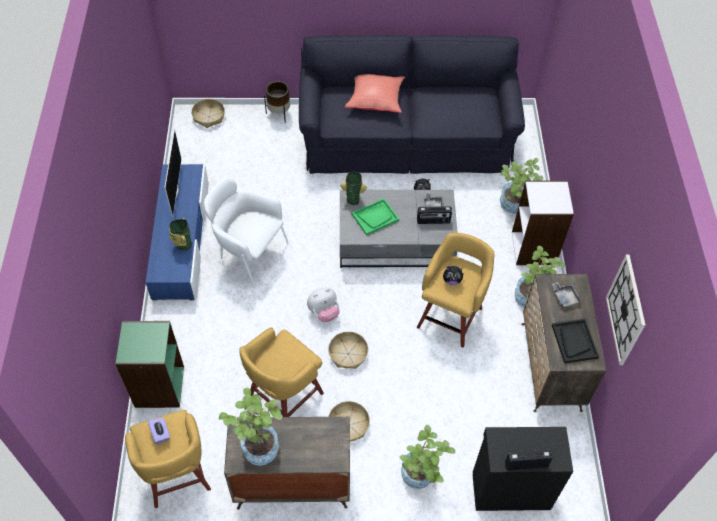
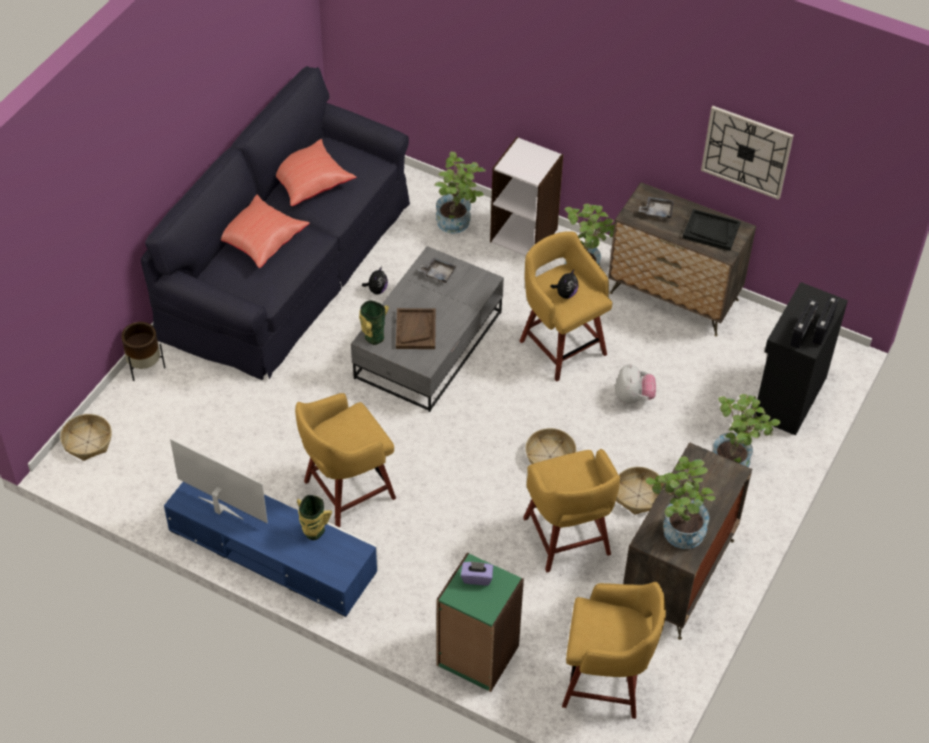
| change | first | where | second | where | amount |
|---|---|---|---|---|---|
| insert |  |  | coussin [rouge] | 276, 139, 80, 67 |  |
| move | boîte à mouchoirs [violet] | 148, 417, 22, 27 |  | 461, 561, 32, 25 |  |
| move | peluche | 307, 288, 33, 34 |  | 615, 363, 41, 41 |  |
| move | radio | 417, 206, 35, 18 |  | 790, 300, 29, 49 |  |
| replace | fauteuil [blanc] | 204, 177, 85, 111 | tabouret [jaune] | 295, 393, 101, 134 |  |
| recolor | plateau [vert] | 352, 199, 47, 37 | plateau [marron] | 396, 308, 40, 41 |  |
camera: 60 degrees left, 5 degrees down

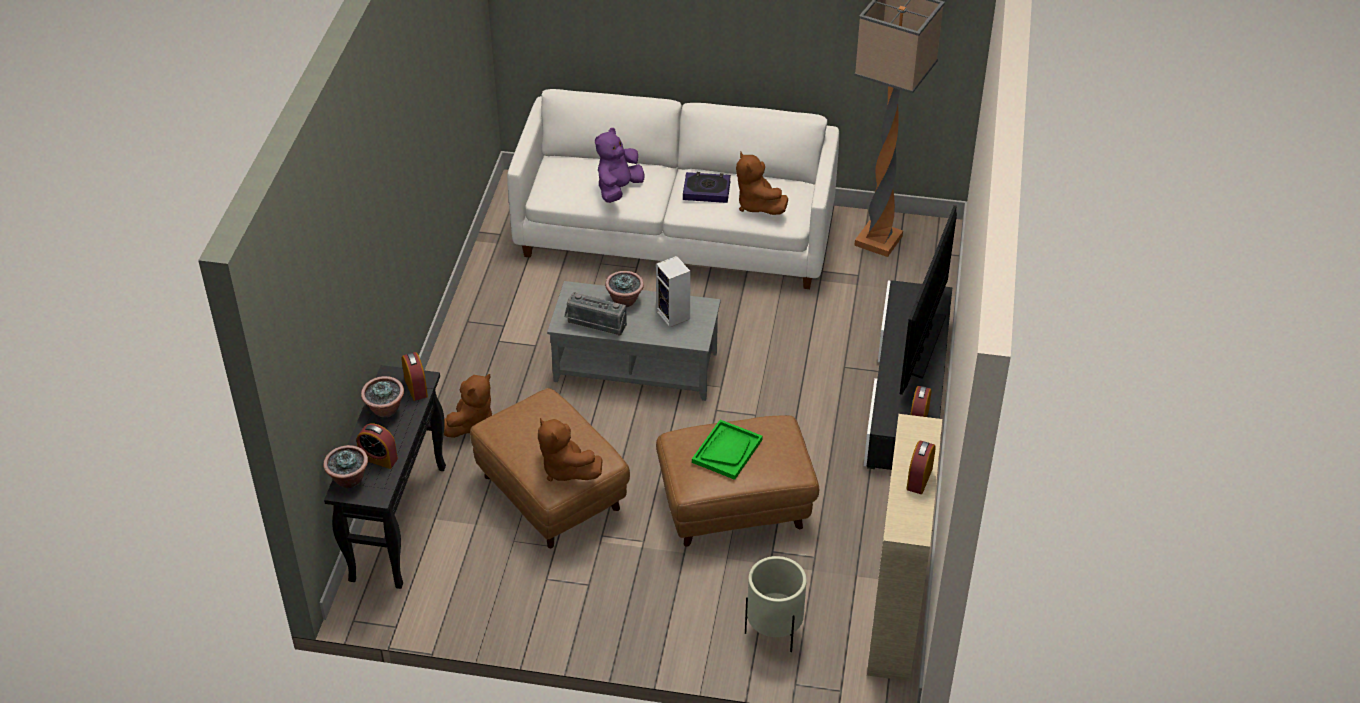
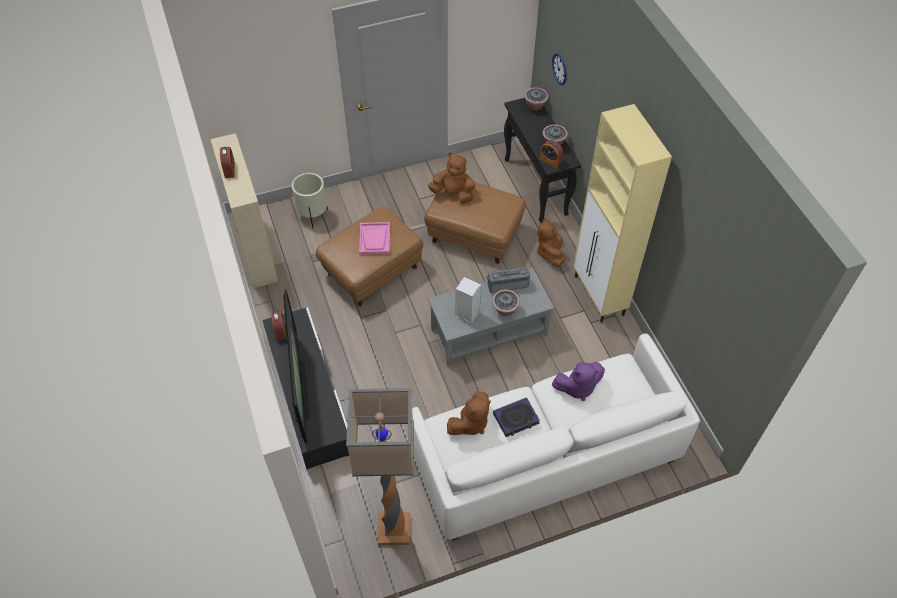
| change | first | where | second | where | amount |
|---|---|---|---|---|---|
| delete | réveil | 357, 423, 41, 46 |  |  |  |
| insert |  |  | horloge murale | 552, 53, 15, 32 |  |
| insert |  |  | meuble de rangement [beige] | 573, 104, 99, 219 |  |
| recolor | plateau [vert] | 692, 420, 71, 60 | plateau [rose] | 359, 222, 31, 32 |  |
| rotate | peluche [violet] | 595, 128, 50, 75 |  | 552, 362, 53, 39 | 75 degrees clockwise |
| rotate | peluche [marron] | 736, 152, 52, 63 |  | 447, 391, 44, 44 | 105 degrees clockwise |
camera: 150 degrees right, 10 degrees up

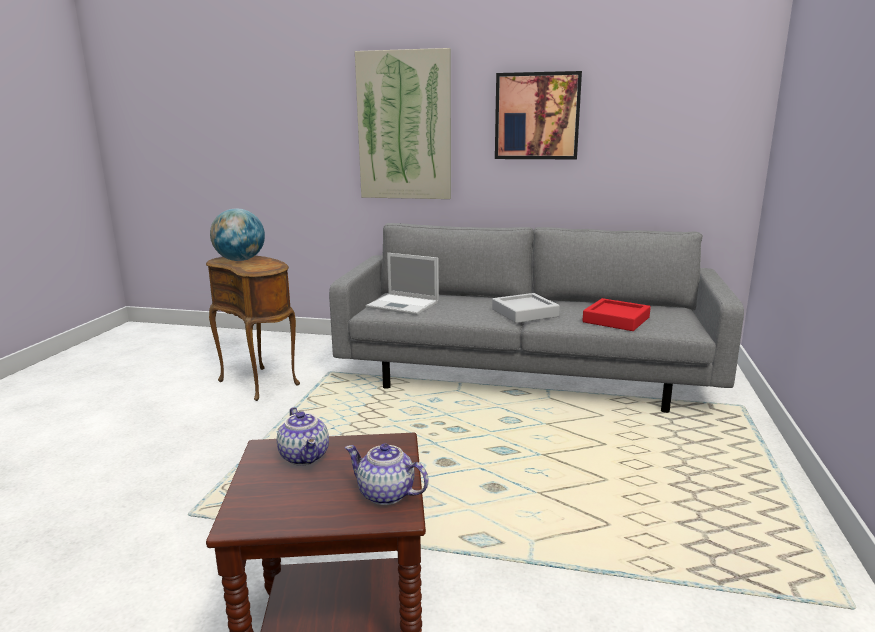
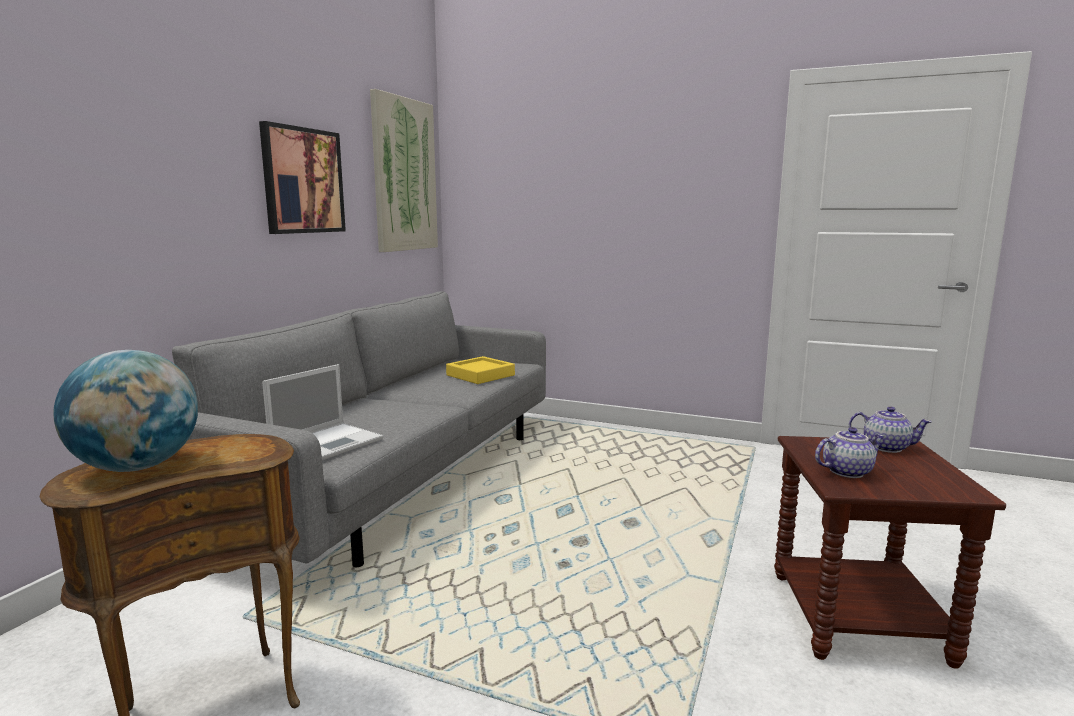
| change | first | where | second | where | amount |
|---|---|---|---|---|---|
| delete | plateau [gris] | 492, 293, 68, 30 |  |  |  |
| move | tableau | 355, 48, 96, 151 |  | 370, 89, 68, 163 |  |
| recolor | plateau [rouge] | 582, 298, 69, 33 | plateau [jaune] | 446, 356, 69, 28 |  |
| rotate | théière | 345, 443, 84, 62 |  | 849, 407, 83, 46 | 105 degrees counterclockwise |
camera: 80 degrees left, 5 degrees down

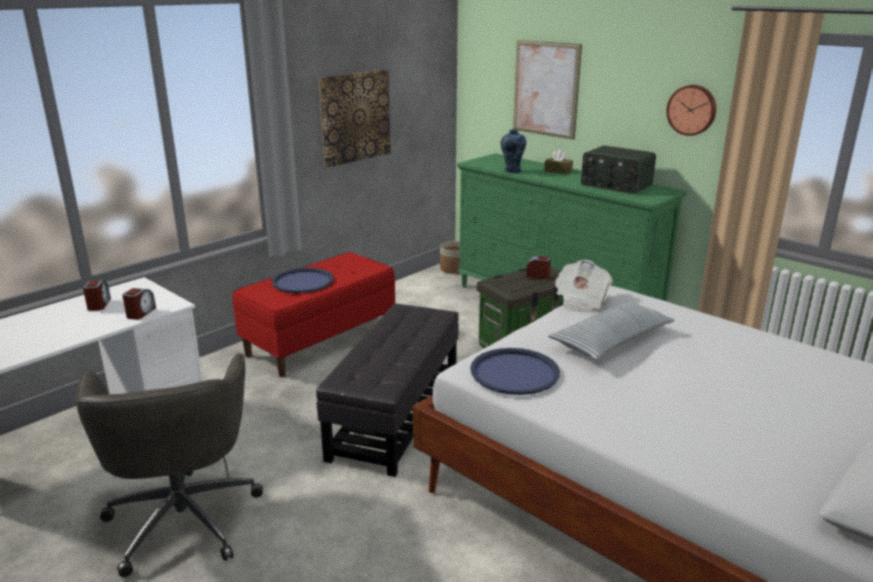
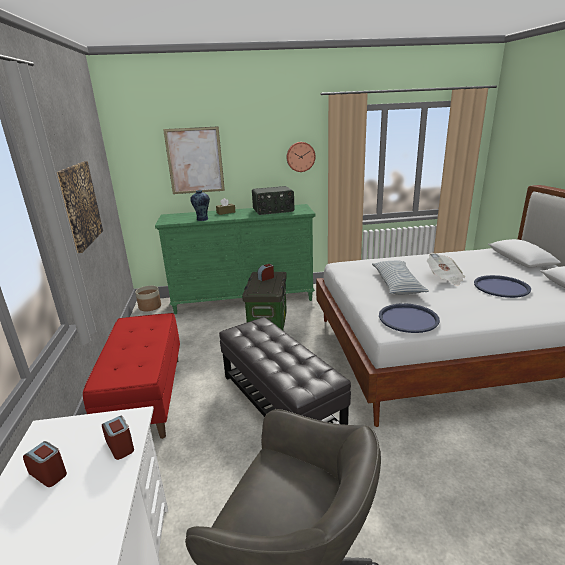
| change | first | where | second | where | amount |
|---|---|---|---|---|---|
| move | plateau [bleu] | 272, 268, 62, 25 |  | 474, 275, 57, 23 |  |
| move | journal | 555, 260, 57, 52 |  | 427, 253, 38, 33 |  |
camera: 50 degrees left, 0 degrees up

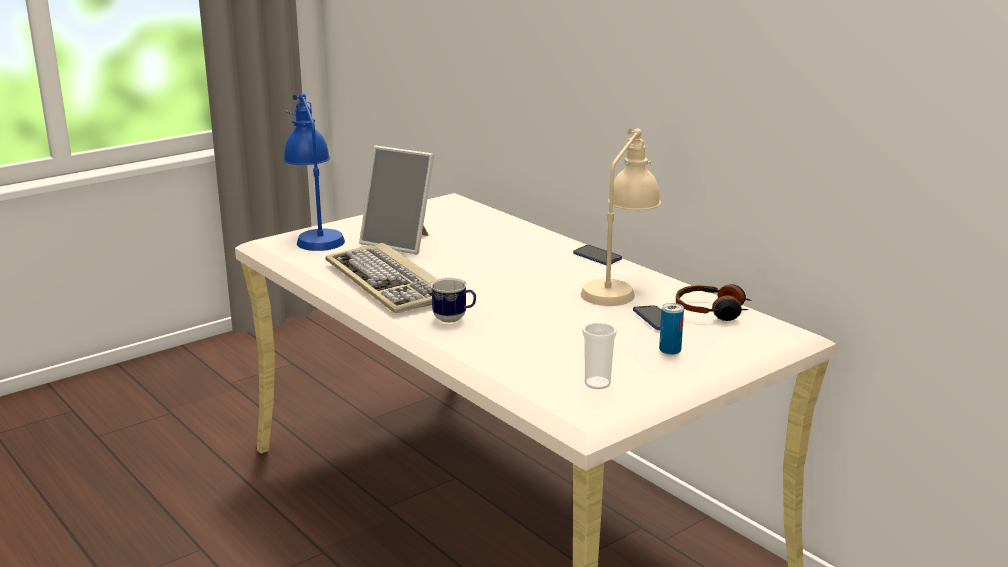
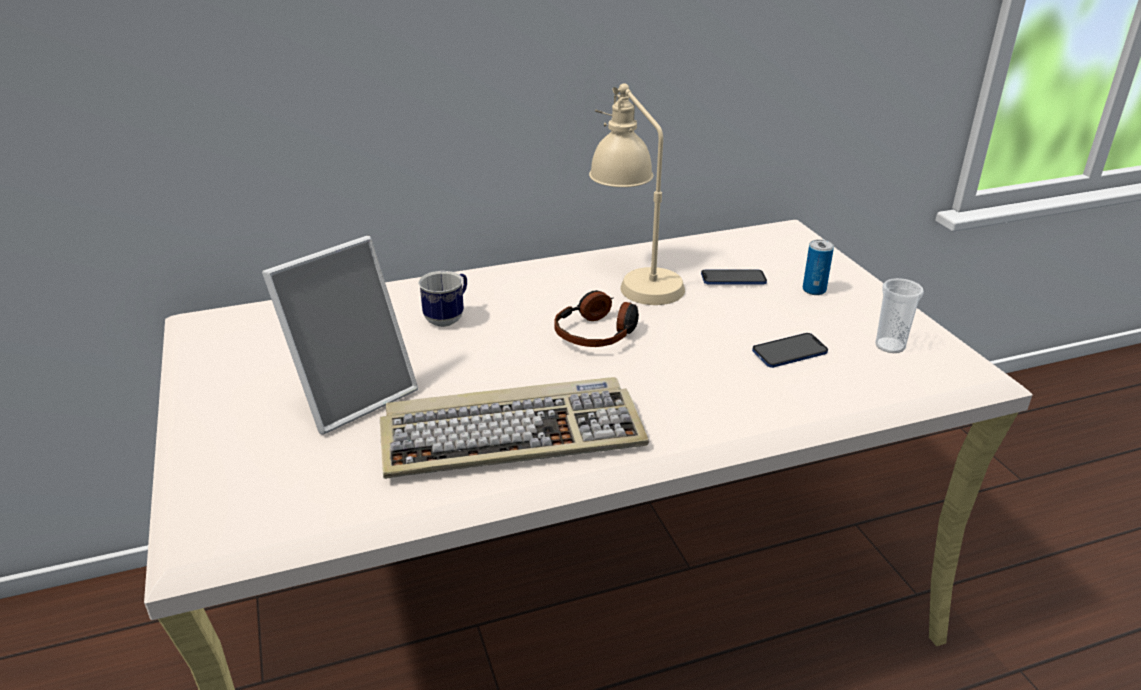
| change | first | where | second | where | amount |
|---|---|---|---|---|---|
| delete | lampe de table [bleu] | 283, 93, 62, 158 |  |  |  |
| move | mug | 431, 278, 45, 45 |  | 418, 271, 49, 56 |  |
| move | téléphone | 573, 245, 49, 20 |  | 752, 333, 76, 35 |  |
| move | casque audio | 676, 284, 76, 37 |  | 554, 290, 85, 57 |  |
camera: 70 degrees left, 10 degrees up

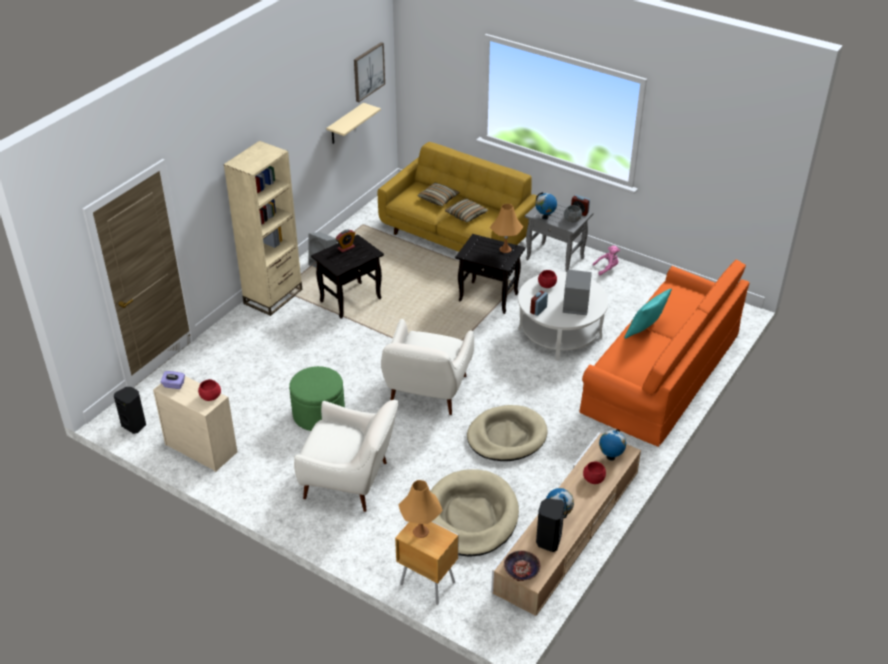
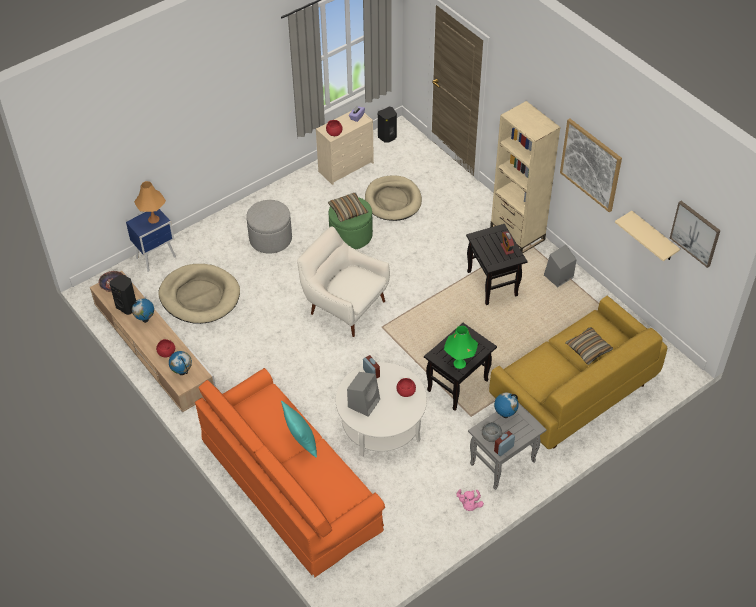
| change | first | where | second | where | amount |
|---|---|---|---|---|---|
| insert |  |  | tableau | 560, 119, 62, 93 |  |
| move | coussin | 445, 198, 43, 25 |  | 328, 193, 40, 29 |  |
| move | panier pour chien [beige] | 467, 405, 81, 56 |  | 365, 175, 57, 46 |  |
| replace | fauteuil [blanc] | 294, 400, 104, 112 | pouf [gris] | 246, 200, 46, 54 |  |
| recolor | table de chevet [marron] | 395, 521, 64, 84 | table de chevet [bleu] | 126, 209, 50, 63 |  |
| recolor | lampe de table [orange] | 490, 204, 33, 49 | lampe de table [vert] | 444, 326, 34, 43 |  |
camera: 110 degrees right, 10 degrees up

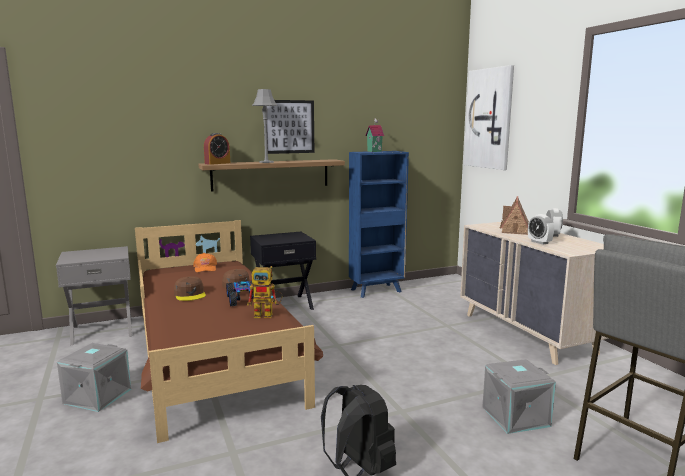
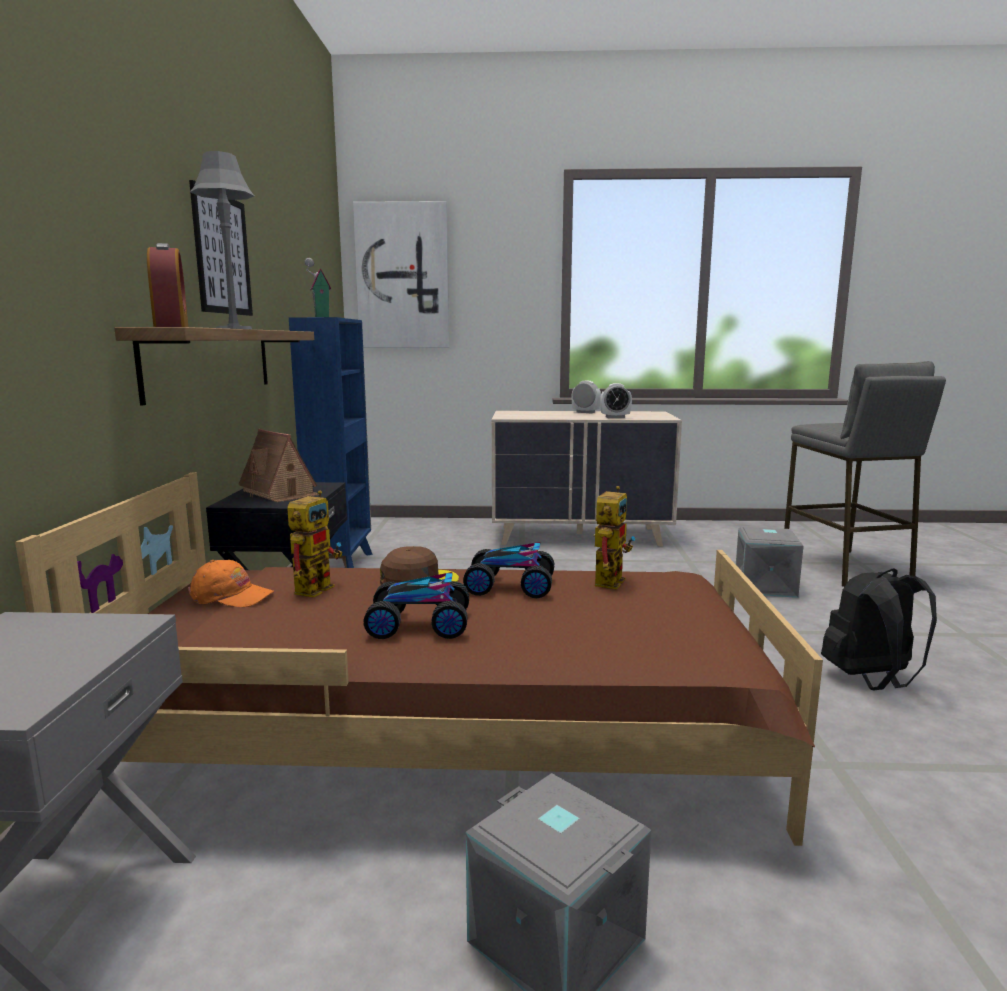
| change | first | where | second | where | amount |
|---|---|---|---|---|---|
| insert |  |  | robot jouet | 287, 490, 55, 108 |  |
| move | maison miniature | 499, 196, 30, 39 |  | 238, 429, 81, 73 |  |
| replace | casquette [marron] | 174, 276, 32, 25 | petite voiture | 363, 572, 106, 67 |  |
camera: 65 degrees left, 0 degrees up

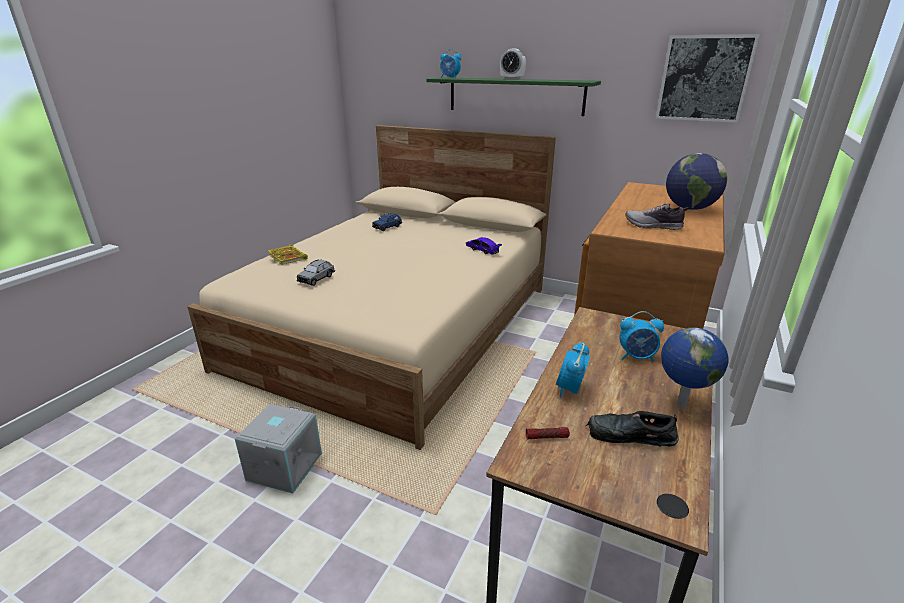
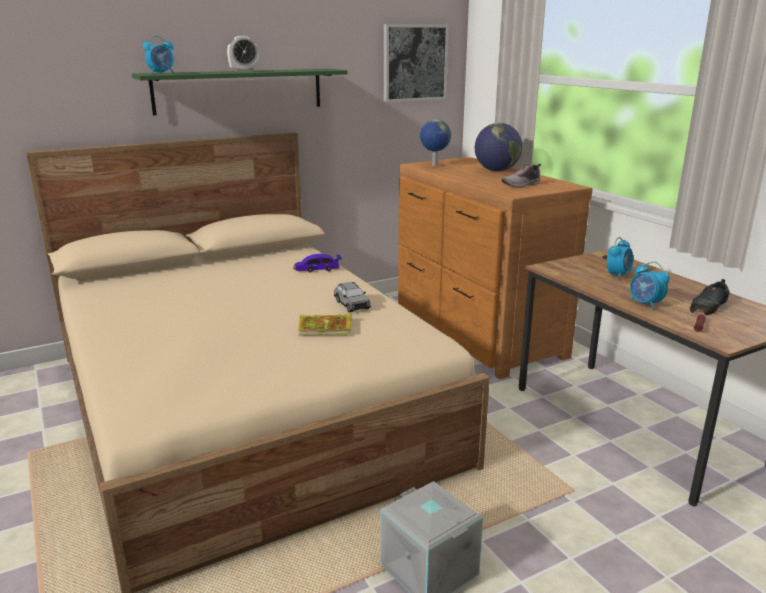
| change | first | where | second | where | amount |
|---|---|---|---|---|---|
| delete | petite voiture [bleu] | 372, 213, 30, 18 |  |  |  |
| move | livre | 268, 244, 40, 21 |  | 298, 313, 54, 23 |  |
| move | petite voiture [gris] | 297, 259, 38, 27 |  | 334, 282, 37, 31 |  |
| move | globe | 661, 328, 68, 80 |  | 420, 119, 31, 47 |  |
camera: 55 degrees left, 5 degrees down

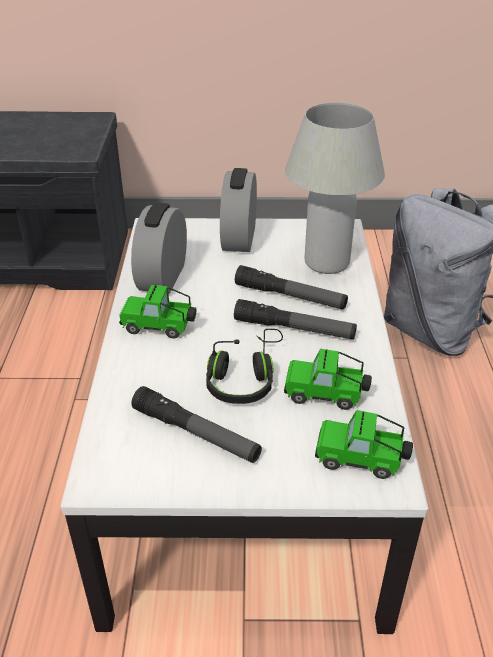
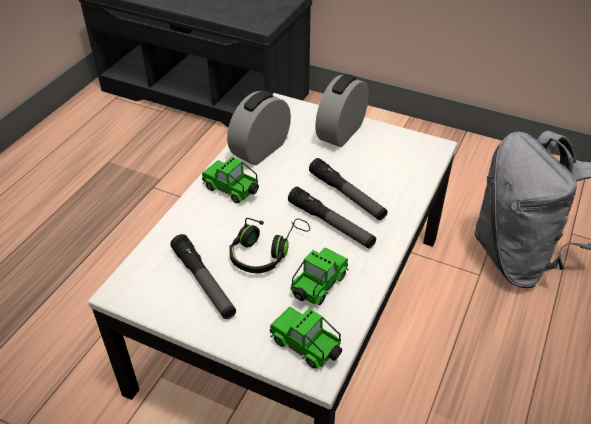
| change | first | where | second | where | amount |
|---|---|---|---|---|---|
| delete | lampe de table [blanc] | 285, 102, 100, 172 |  |  |  |
| rotate | petite voiture | 284, 349, 88, 61 |  | 290, 248, 58, 57 | 90 degrees clockwise |
camera: 25 degrees right, 5 degrees up

